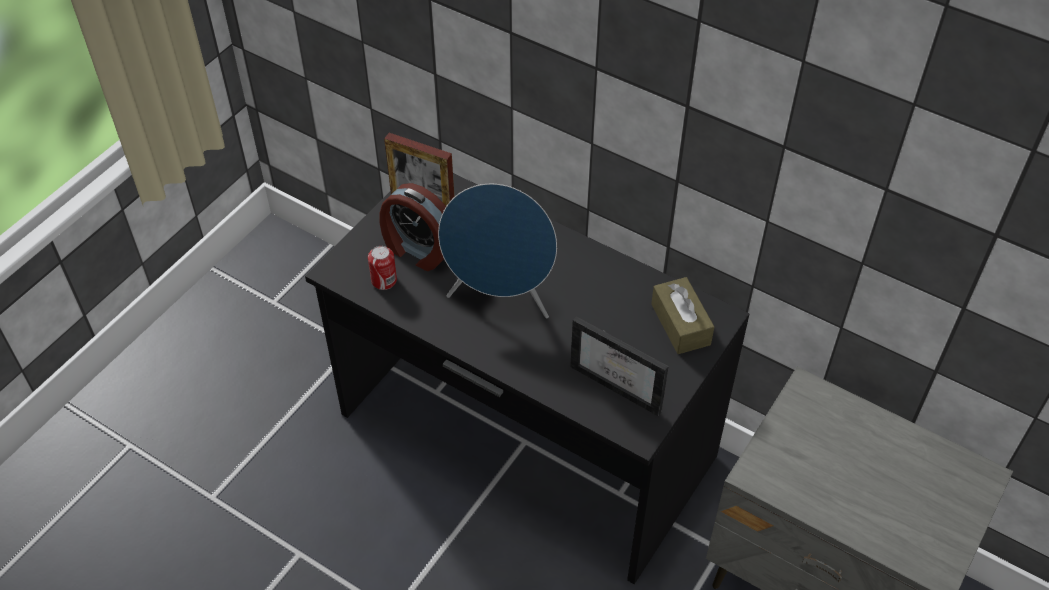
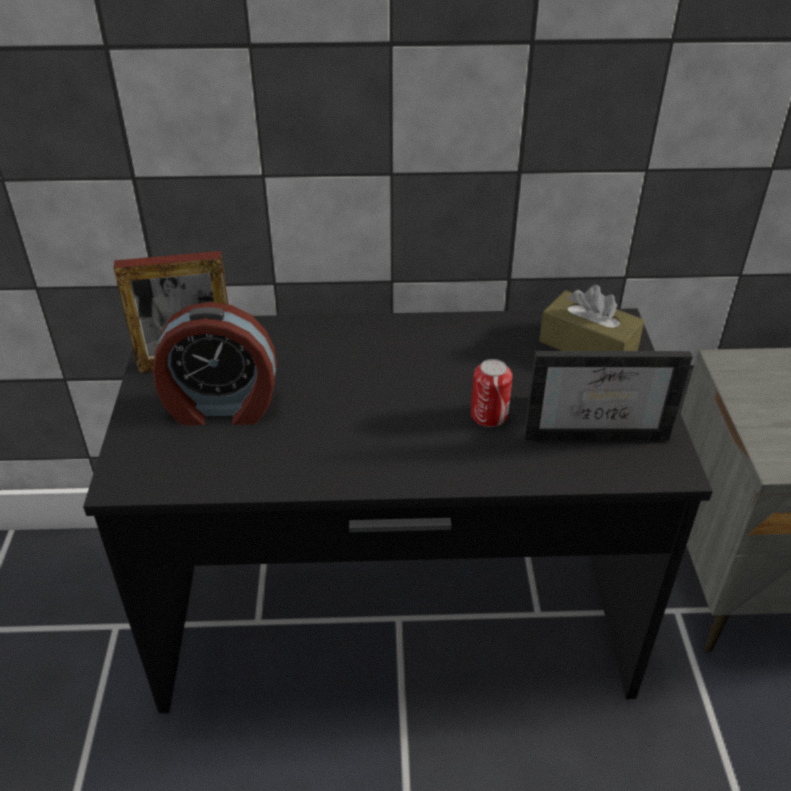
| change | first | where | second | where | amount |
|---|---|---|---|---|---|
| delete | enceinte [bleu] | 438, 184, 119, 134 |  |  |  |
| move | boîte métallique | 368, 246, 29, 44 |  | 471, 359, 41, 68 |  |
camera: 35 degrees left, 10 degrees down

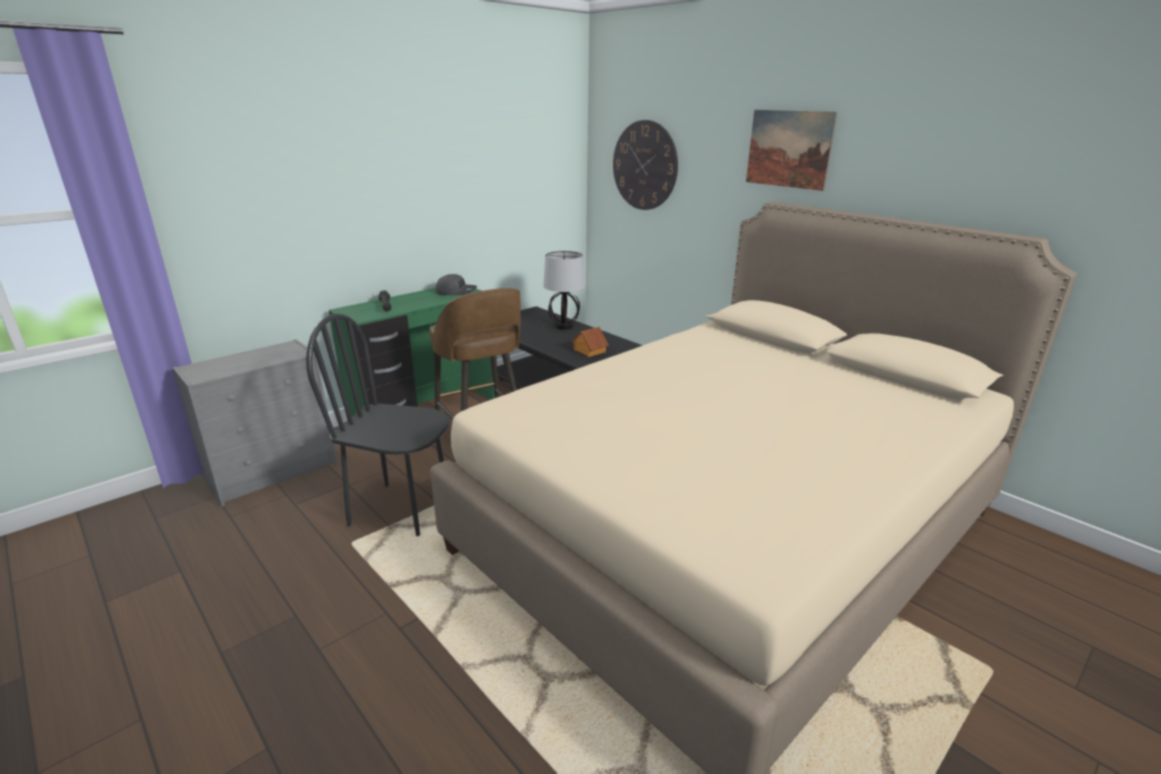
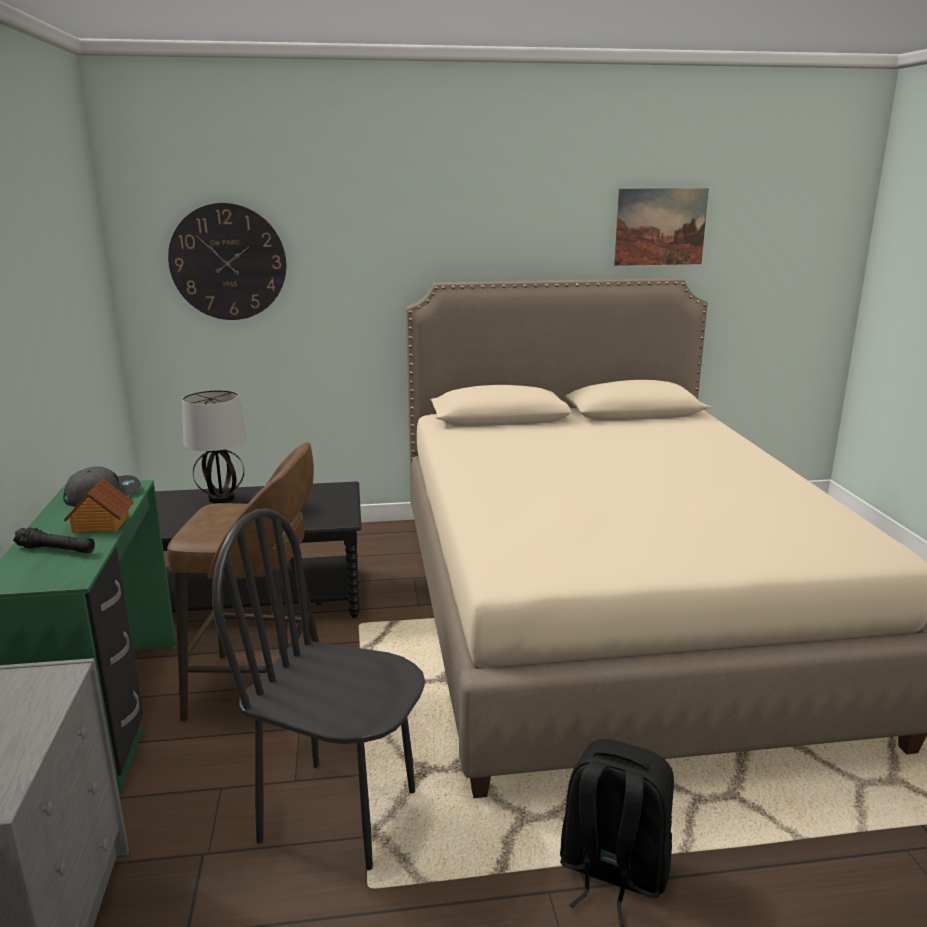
| change | first | where | second | where | amount |
|---|---|---|---|---|---|
| insert |  |  | sac à dos [noir] | 560, 739, 114, 188 |  |
| move | maison miniature | 572, 327, 37, 30 |  | 64, 478, 70, 55 |  |
| move | tableau | 746, 110, 91, 81 |  | 614, 188, 95, 78 |  |
| rotate | chaise [noir] | 306, 314, 144, 222 |  | 212, 509, 213, 362 | 60 degrees clockwise |
camera: 55 degrees left, 5 degrees down

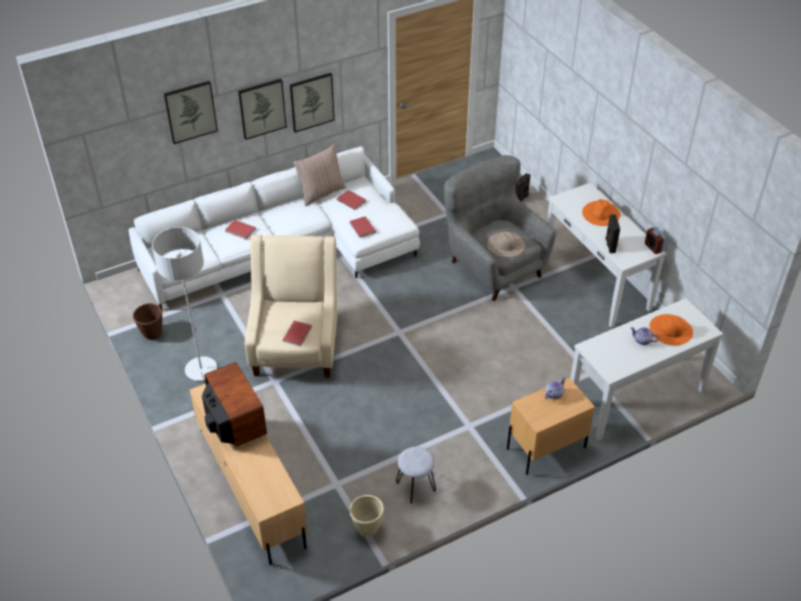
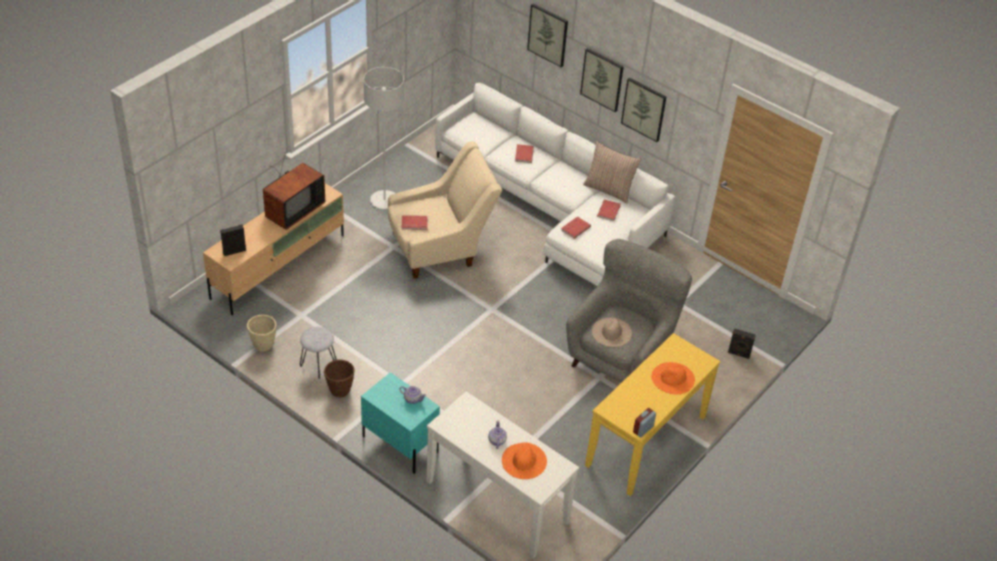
| change | first | where | second | where | amount |
|---|---|---|---|---|---|
| move | cache-pot [marron] | 133, 303, 29, 37 |  | 324, 359, 30, 38 |  |
| move | enceinte [noir] | 605, 214, 15, 39 |  | 220, 224, 26, 32 |  |
| recolor | table de chevet [beige] | 507, 378, 88, 97 | table de chevet [turquoise] | 361, 372, 79, 102 |  |
| recolor | table console [blanc] | 547, 183, 119, 145 | table console [jaune] | 585, 333, 135, 163 |  |
camera: 65 degrees right, 0 degrees up

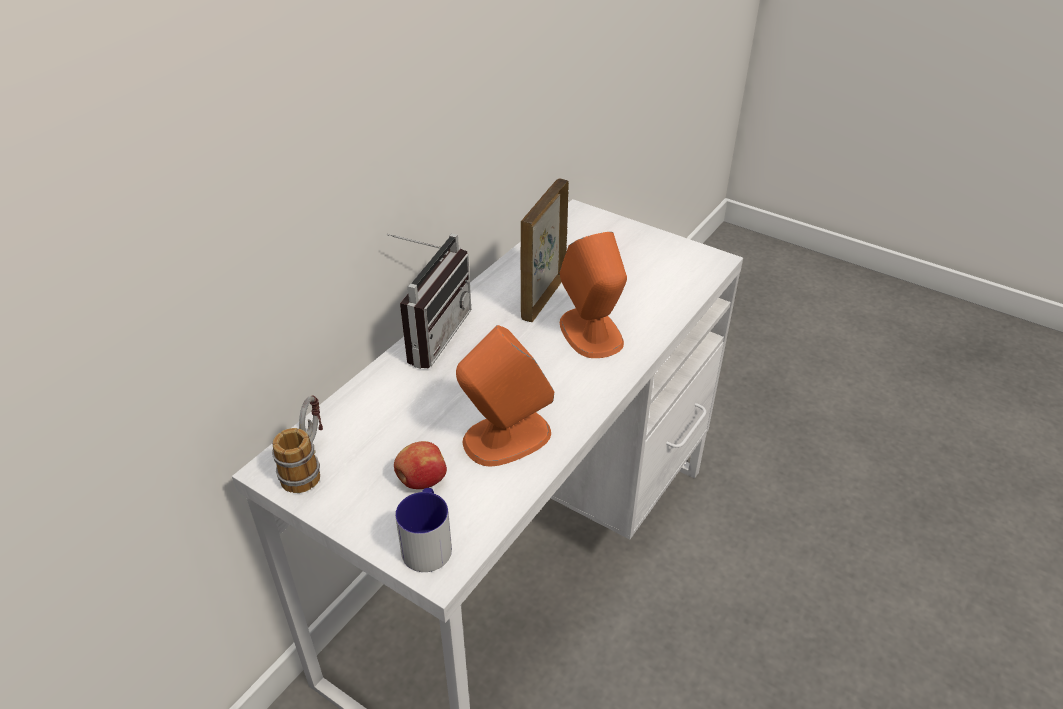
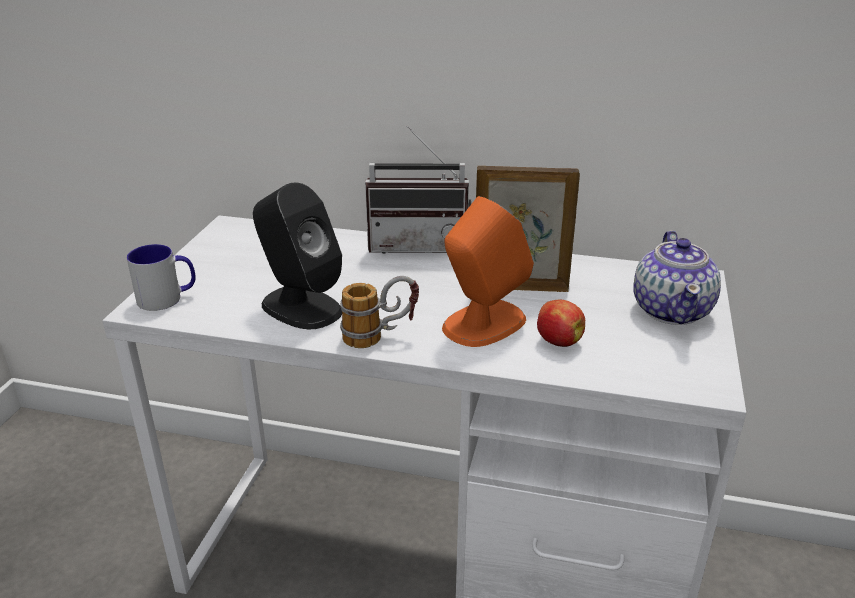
| change | first | where | second | where | amount |
|---|---|---|---|---|---|
| insert |  |  | théière | 633, 230, 88, 95 |  |
| move | mug | 272, 396, 51, 97 |  | 340, 276, 79, 72 |  |
| move | pomme | 394, 441, 53, 48 |  | 537, 300, 48, 47 |  |
| recolor | enceinte [orange] | 456, 325, 98, 142 | enceinte [noir] | 253, 183, 89, 146 |  |
camera: 70 degrees right, 10 degrees down

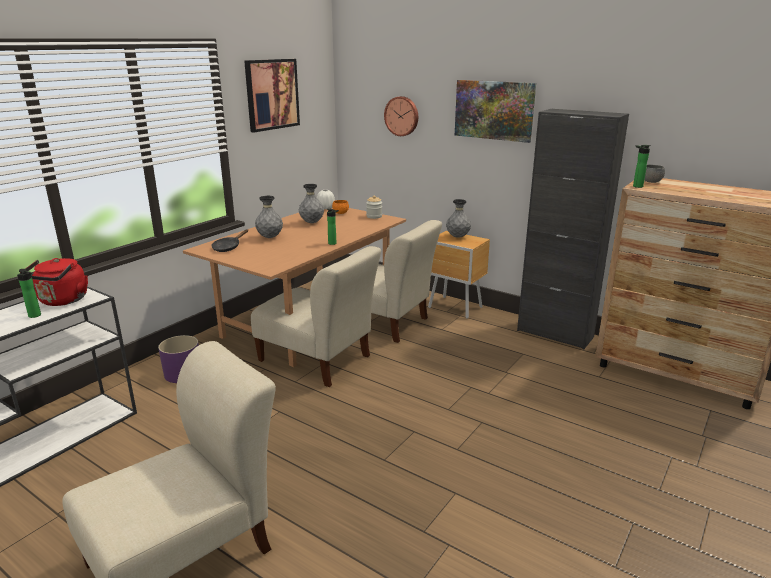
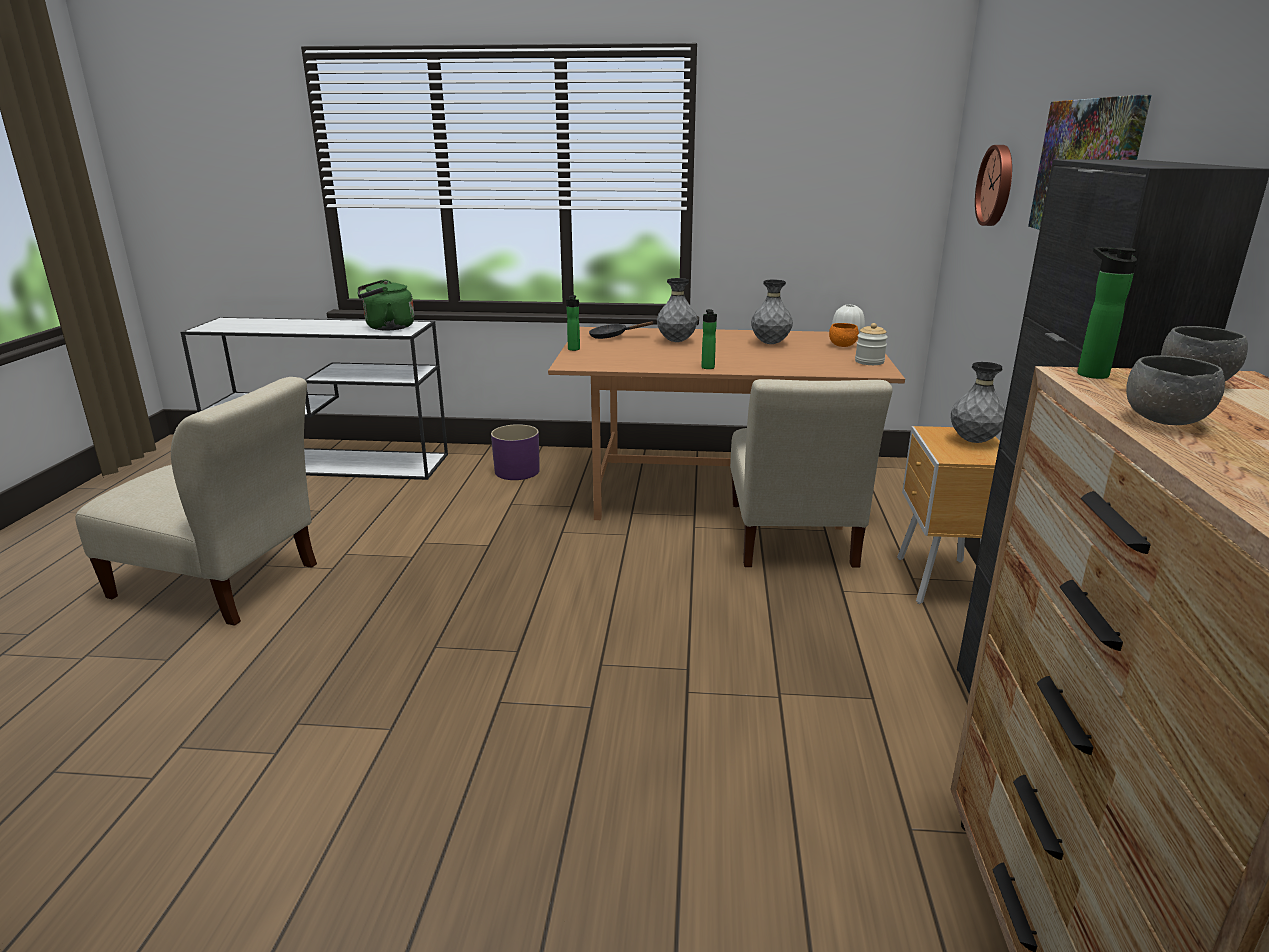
| change | first | where | second | where | amount |
|---|---|---|---|---|---|
| delete | tableau | 244, 59, 56, 73 |  |  |  |
| delete | chaise [beige] | 251, 246, 130, 141 |  |  |  |
| insert |  |  | bol [gris] | 1126, 355, 99, 70 |  |
| move | bouteille | 17, 269, 24, 49 |  | 566, 295, 14, 56 |  |
| recolor | bouilloire [rouge] | 25, 258, 63, 48 | bouilloire [vert] | 358, 279, 56, 52 |  |
camera: 60 degrees right, 0 degrees up

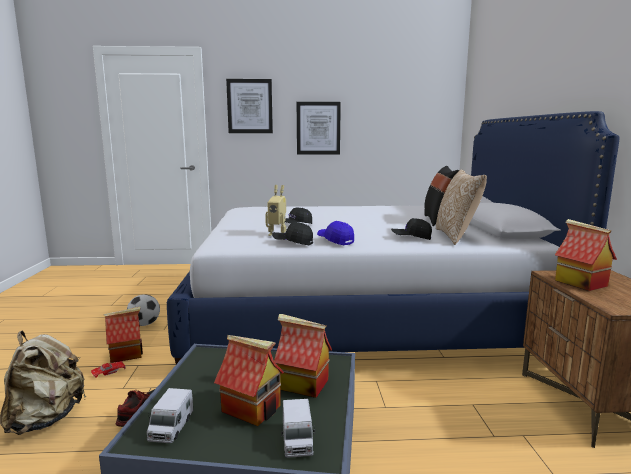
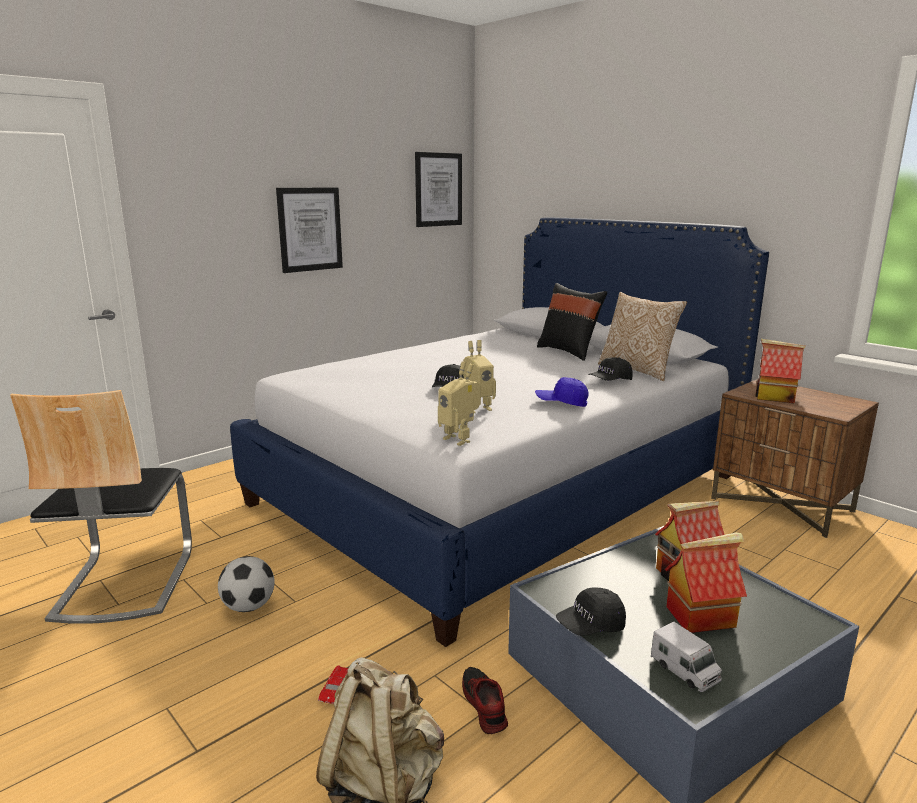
| change | first | where | second | where | amount |
|---|---|---|---|---|---|
| delete | maison miniature | 103, 306, 40, 57 |  |  |  |
| delete | camion jouet | 281, 399, 34, 59 |  |  |  |
| insert |  |  | chaise | 10, 390, 182, 234 |  |
| insert |  |  | robot jouet | 438, 362, 43, 84 |  |
| move | tableau | 226, 79, 47, 54 |  | 415, 152, 47, 75 |  |
| move | casquette [noir] | 272, 222, 41, 23 |  | 556, 587, 70, 49 |  |
camera: 40 degrees left, 5 degrees up

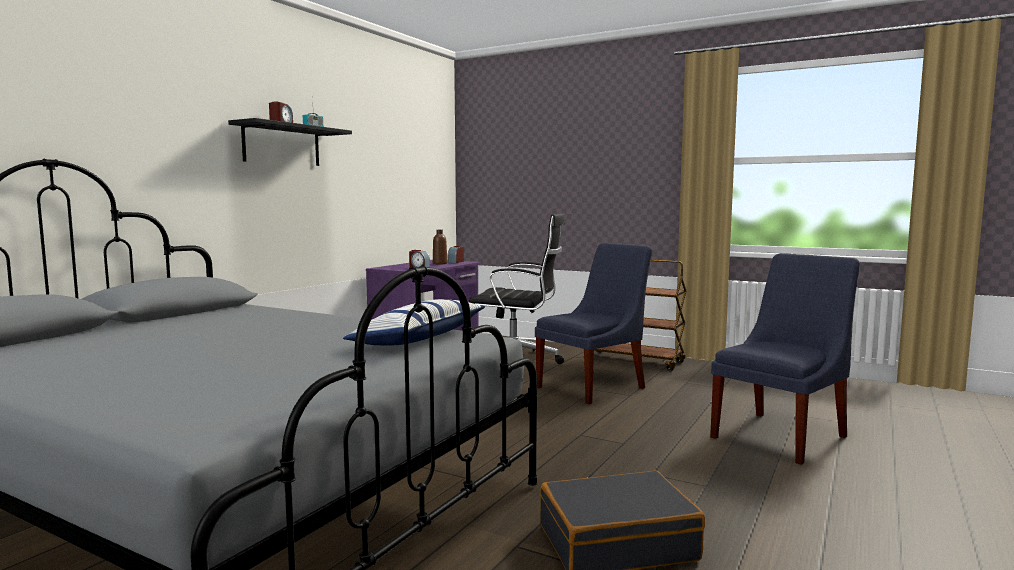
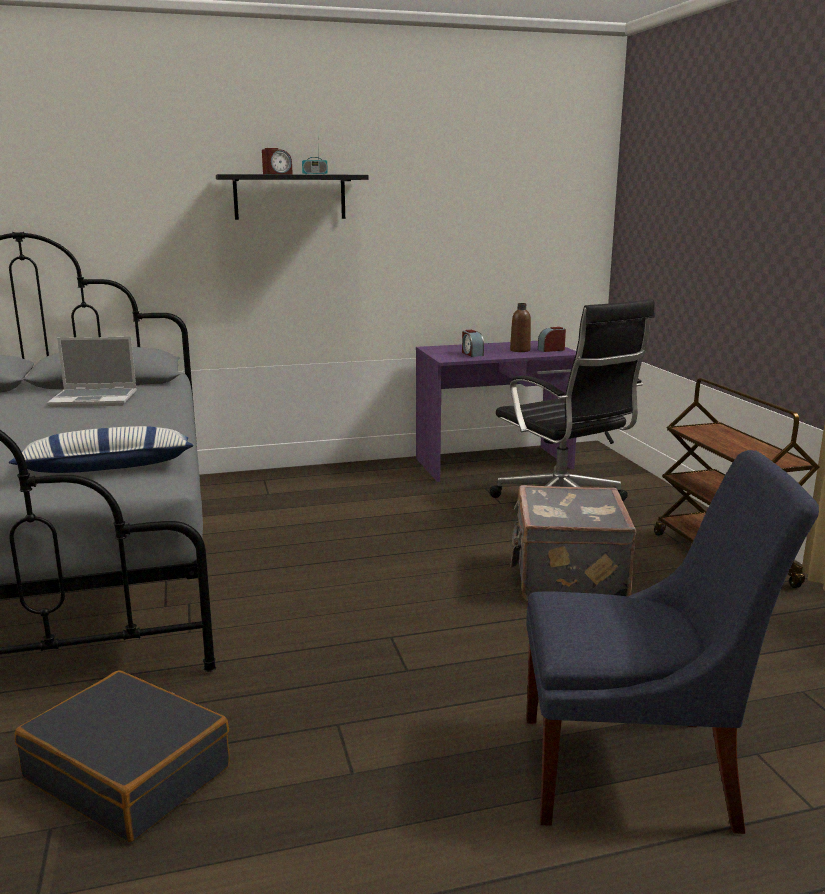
| change | first | where | second | where | amount |
|---|---|---|---|---|---|
| insert |  |  | ordinateur portable | 47, 337, 90, 70 |  |
| replace | chaise [bleu] | 535, 243, 118, 161 | valise [gris] | 511, 485, 125, 116 |  |
camera: 45 degrees right, 10 degrees up

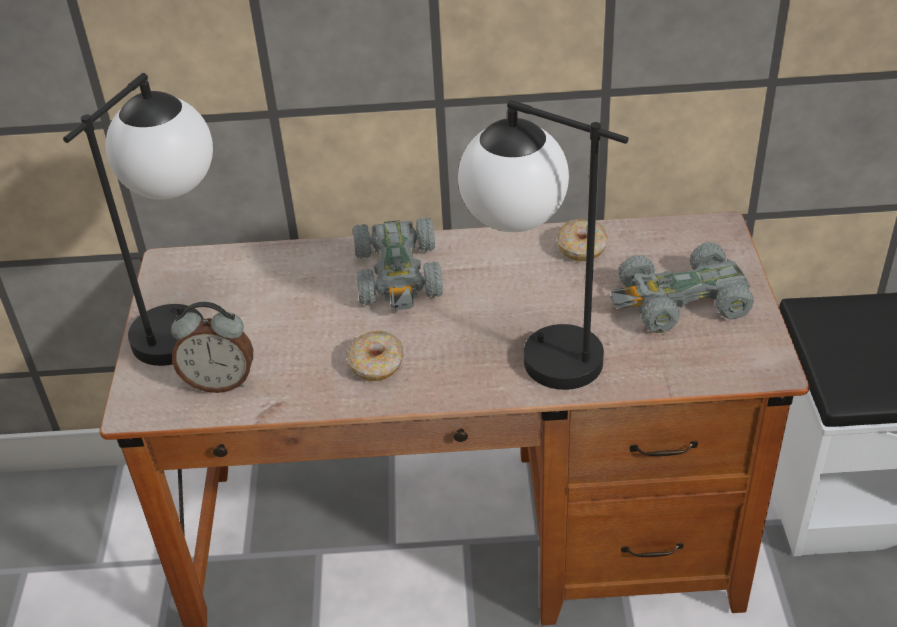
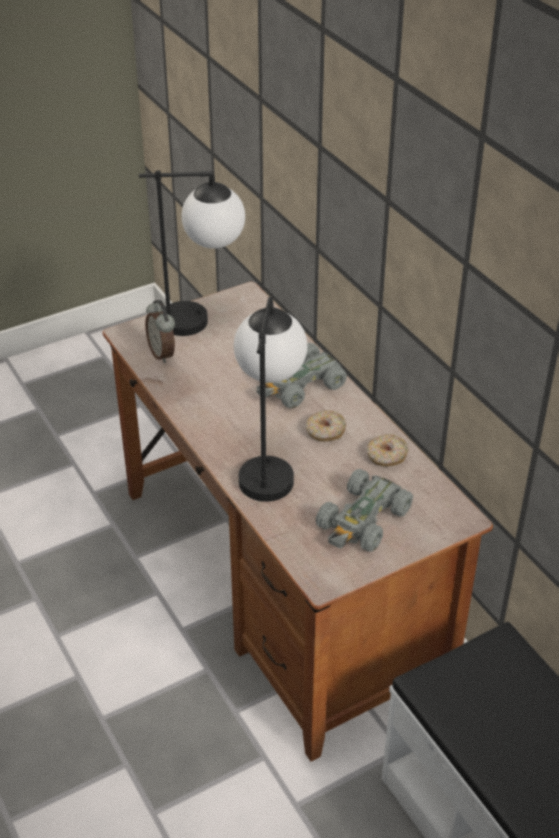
| change | first | where | second | where | amount |
|---|---|---|---|---|---|
| move | beignet | 347, 331, 57, 50 |  | 306, 410, 40, 31 |  |
| rotate | petite voiture [gris] | 611, 242, 143, 91 |  | 316, 469, 97, 83 | 105 degrees counterclockwise |
camera: 60 degrees right, 0 degrees up

